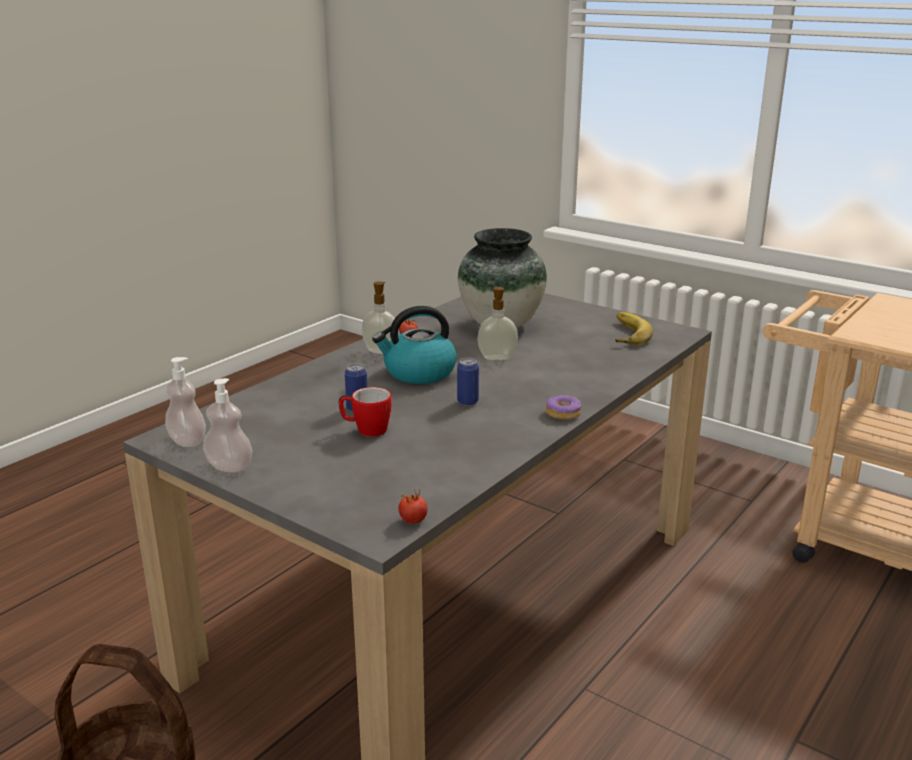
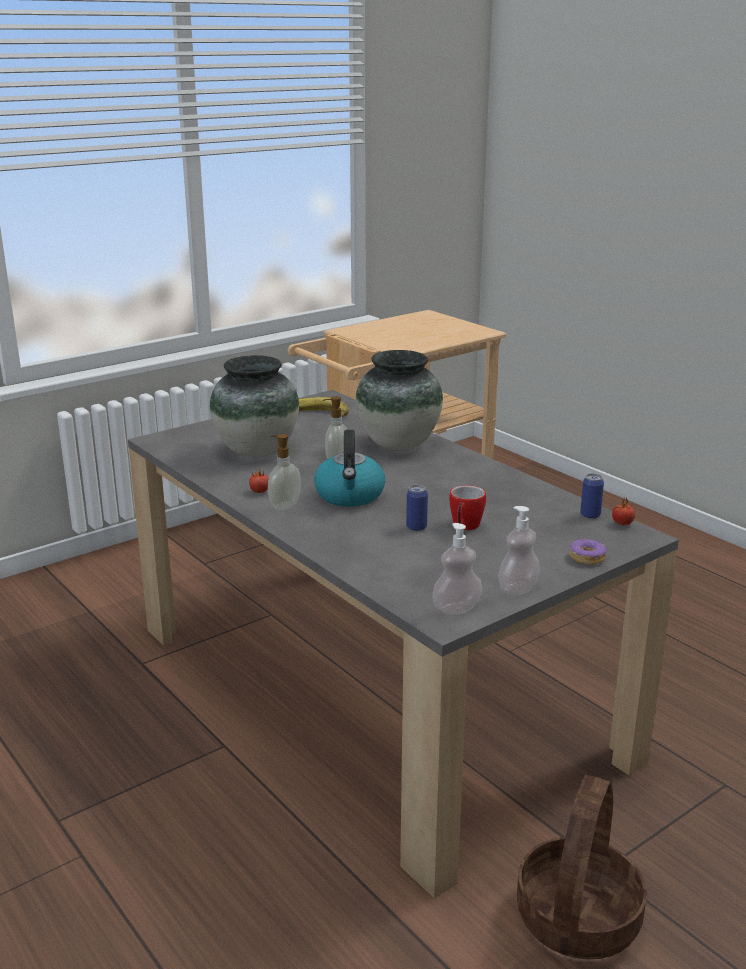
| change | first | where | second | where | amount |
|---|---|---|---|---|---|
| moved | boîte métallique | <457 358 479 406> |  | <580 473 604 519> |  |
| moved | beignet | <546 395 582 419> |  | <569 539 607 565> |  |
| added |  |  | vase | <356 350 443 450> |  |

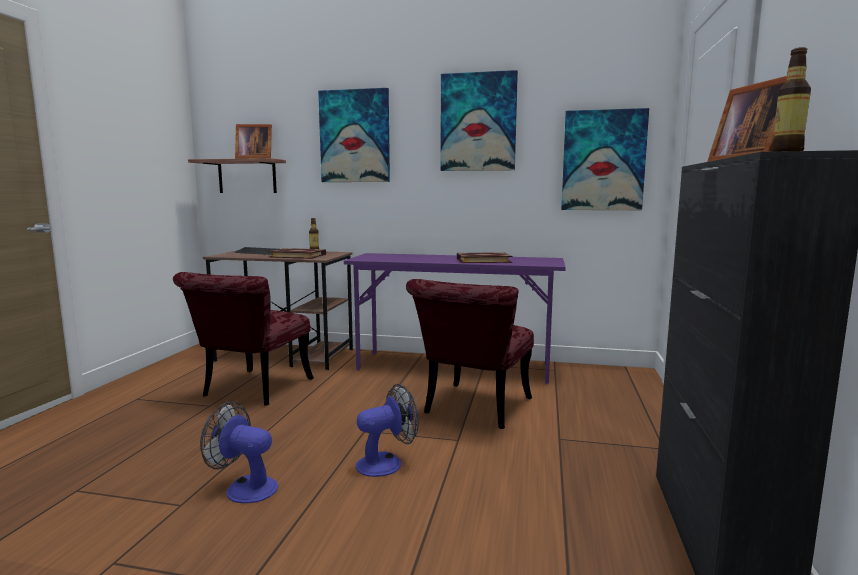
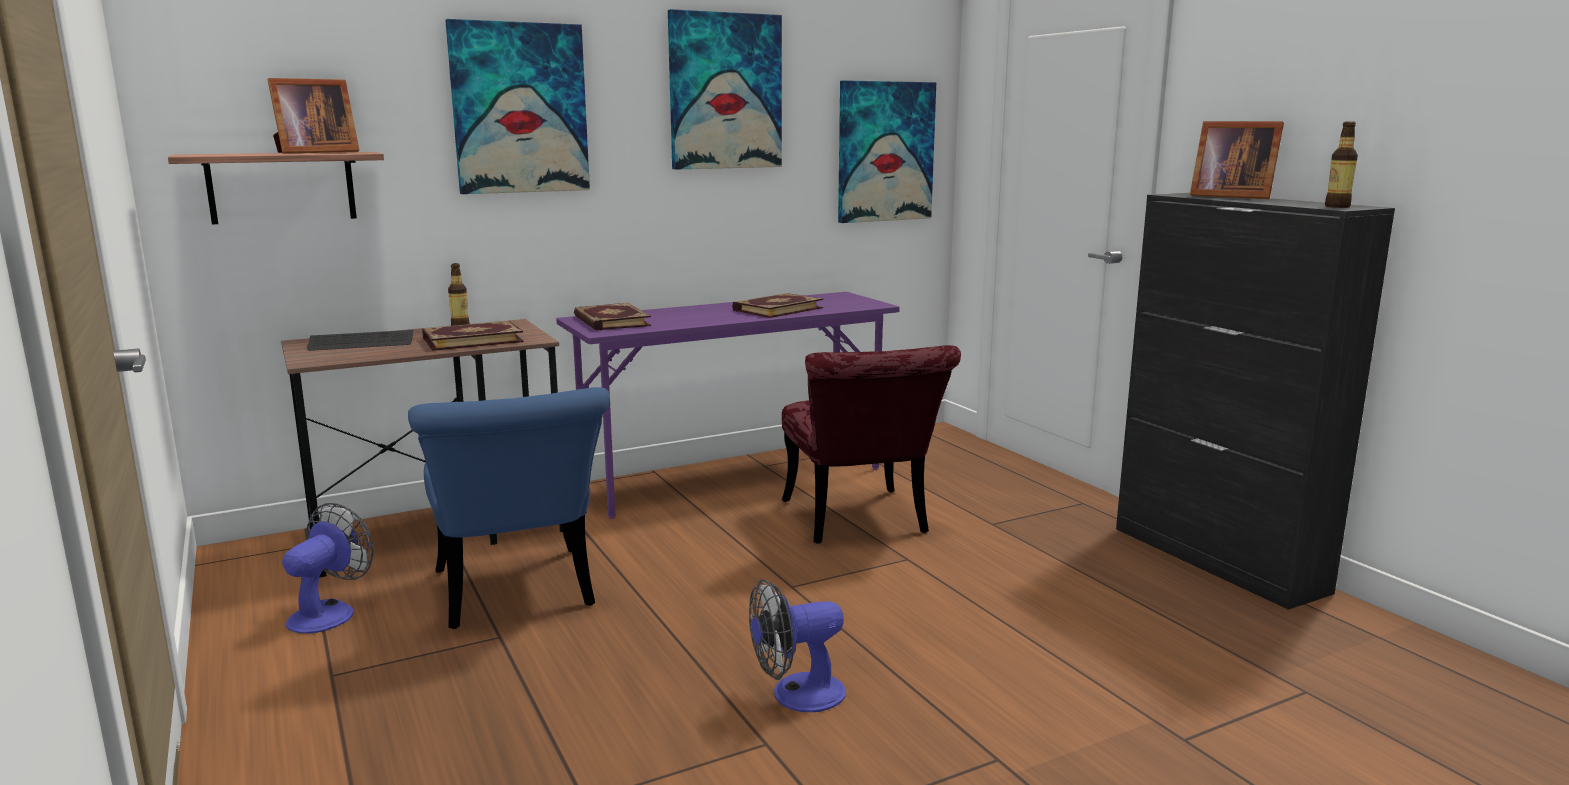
| change | first | where | second | where | amount |
|---|---|---|---|---|---|
| recoloured | chaise (rouge) | <173 272 314 406> | chaise (bleu) | <408 387 610 629> |  |
| moved | ventilateur | <356 384 419 477> |  | <282 503 373 634> |  |
| added |  |  | livre | <574 303 651 330> |  |

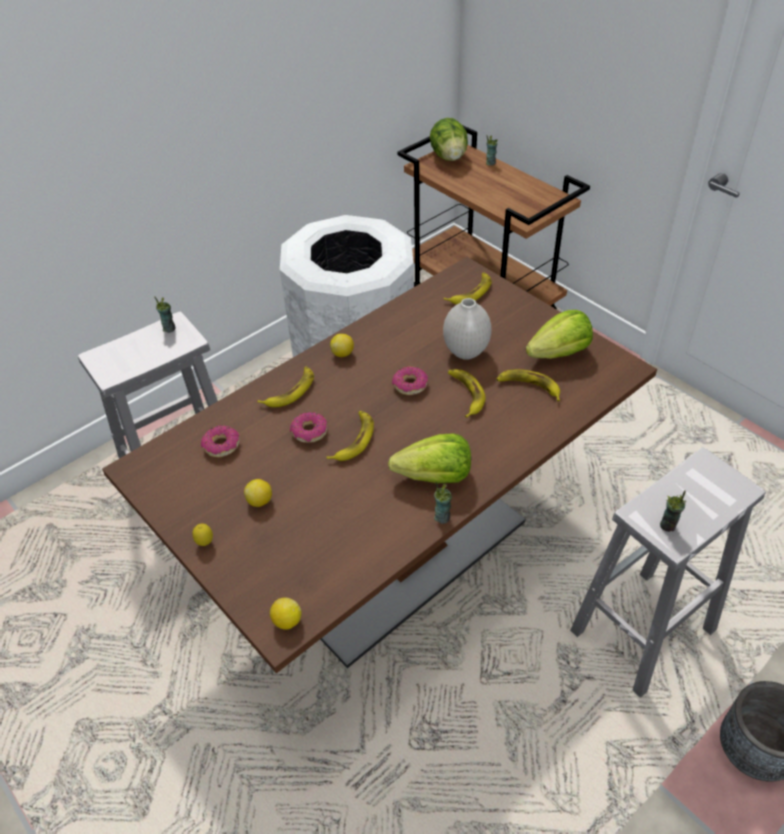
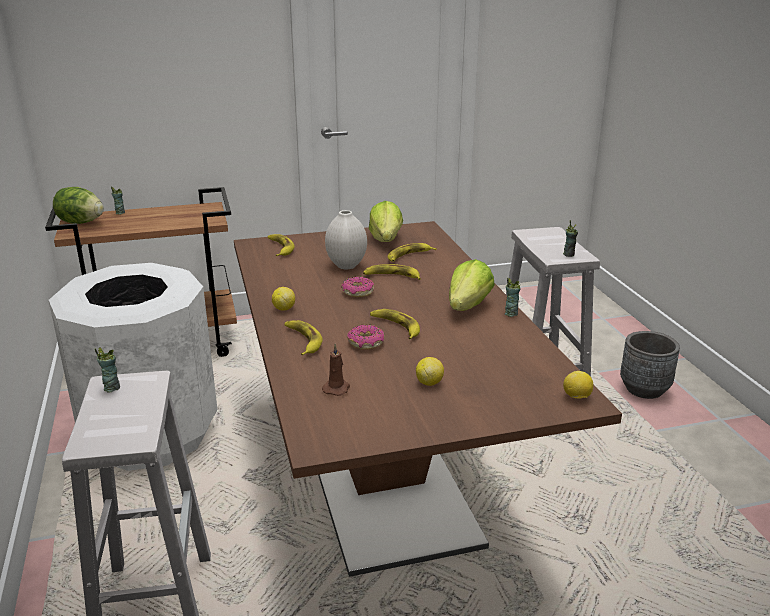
| change | first | where | second | where | amount |
|---|---|---|---|---|---|
| replaced | beignet | <201 426 240 457> | bougie (marron) | <322 344 350 396> |  |
| removed | citron | <192 524 213 546> |  |  |  |

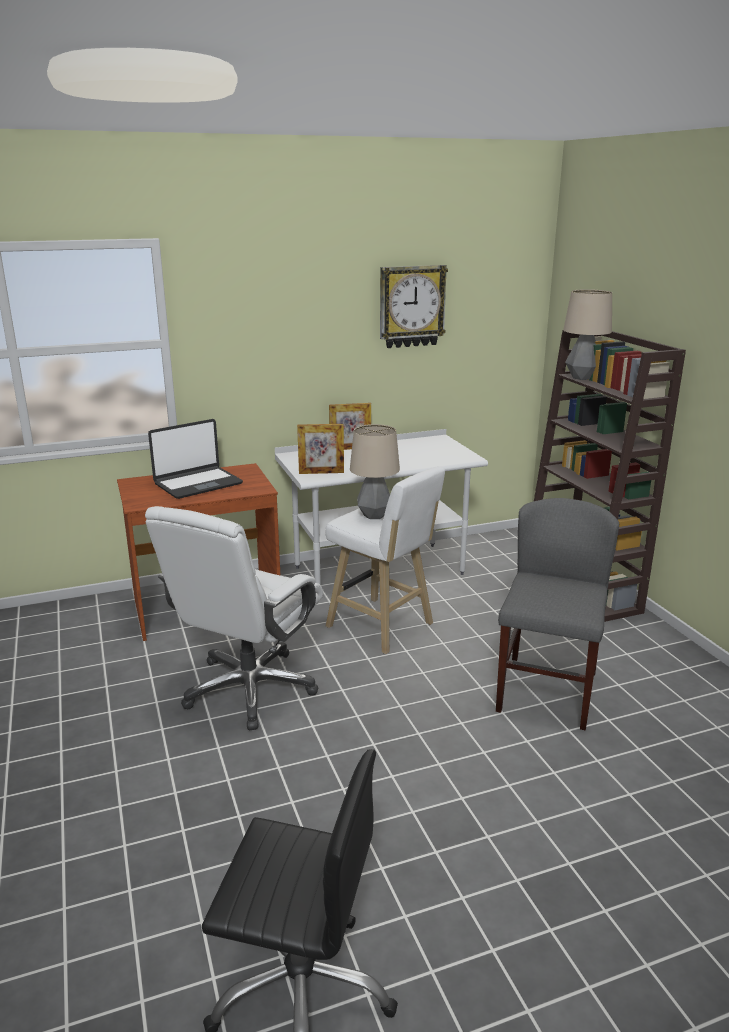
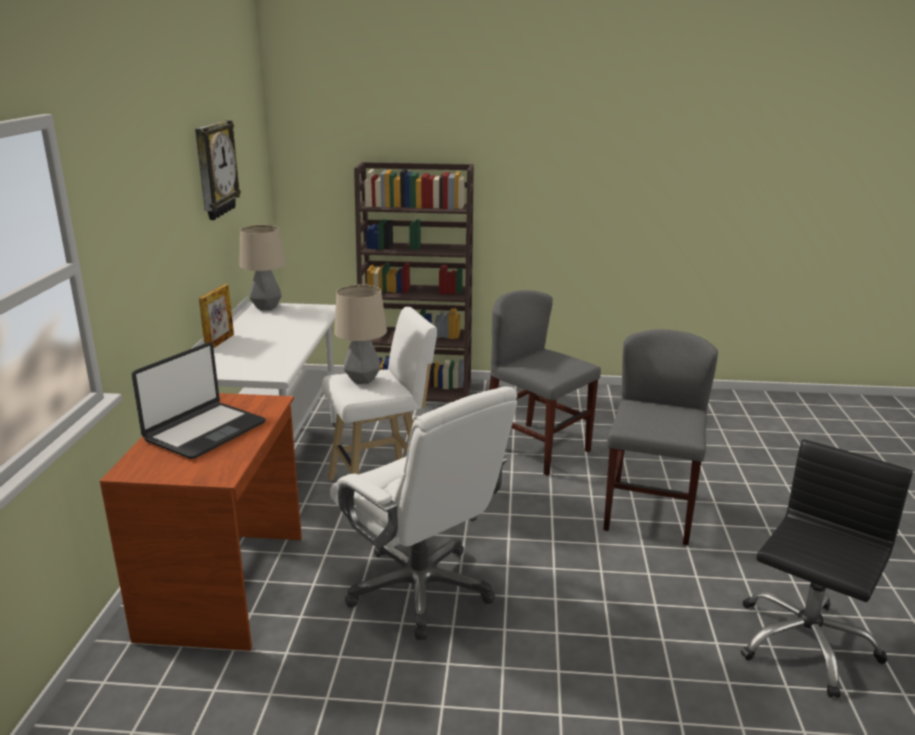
| change | first | where | second | where | amount |
|---|---|---|---|---|---|
| moved | lampe de table | <563 289 612 380> |  | <240 225 286 311> |  |
| turned | ordinateur portable | <148 419 243 499> |  | <132 342 266 459> | 45 degrees clockwise |
| removed | cadre photo | <297 424 344 474> |  |  |  |
| added |  |  | chaise (gris) | <603 329 718 546> |  |

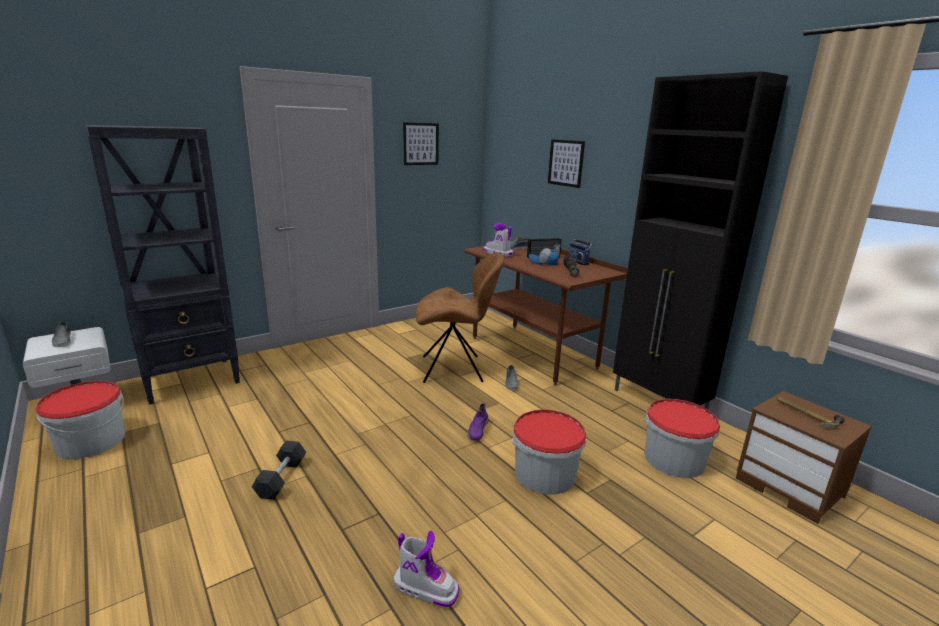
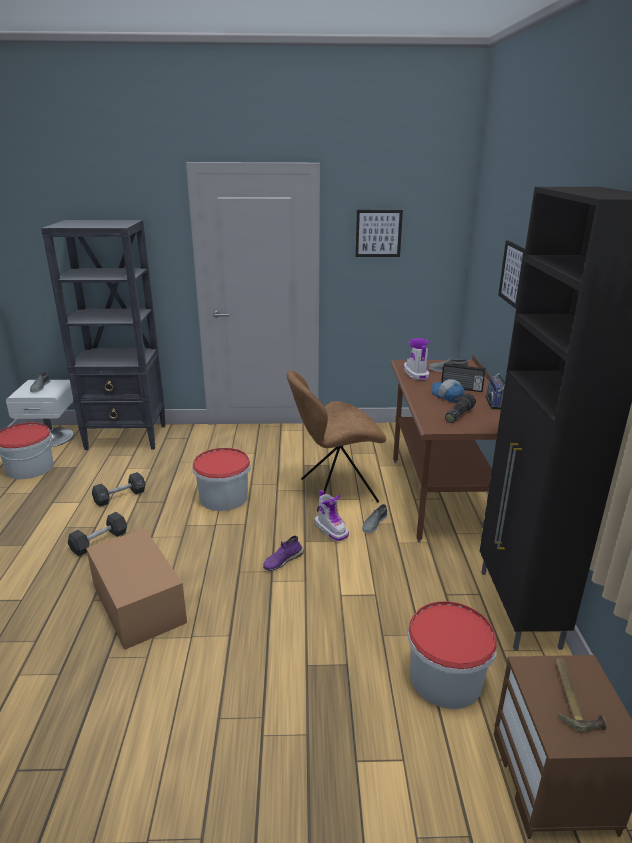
| change | first | where | second | where | amount |
|---|---|---|---|---|---|
| turned | chaise (marron) | <416 252 504 383> |  | <286 370 386 512> | 135 degrees clockwise |
| moved | seau | <512 409 586 495> |  | <193 448 251 511> |  |
| moved | botte | <394 531 460 608> |  | <315 490 349 541> |  |
| added |  |  | haltère (noir) | <92 472 145 507> |  |
| added |  |  | carton | <86 529 187 650> |  |

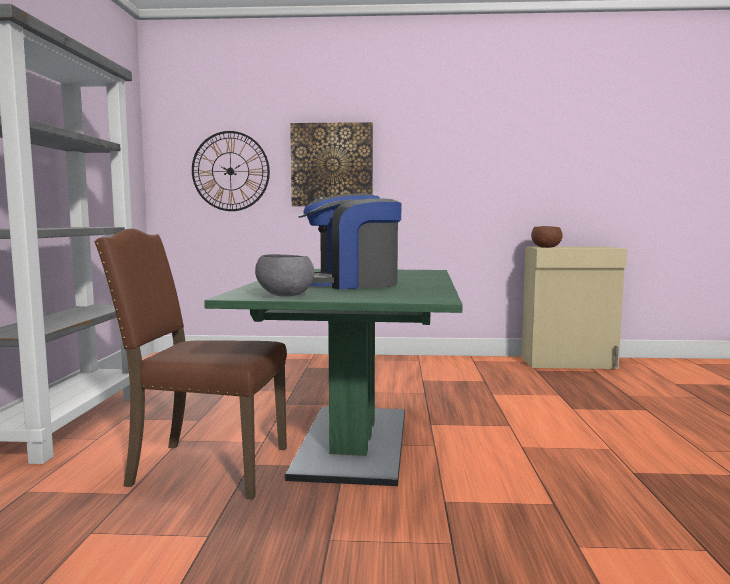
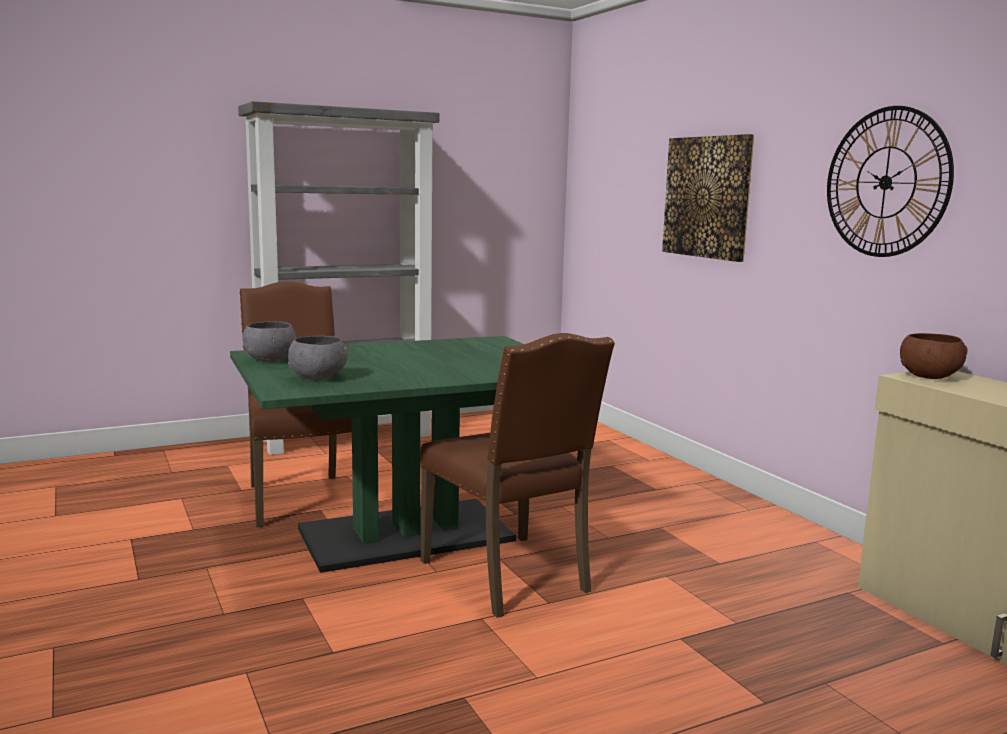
| change | first | where | second | where | amount |
|---|---|---|---|---|---|
| moved | horloge murale | <192 131 270 211> |  | <827 106 954 257> |  |
| removed | machine à café | <298 194 401 289> |  |  |  |
| added |  |  | chaise (marron) | <420 333 615 618> |  |
| added |  |  | bol (gris) | <288 336 348 380> |  |

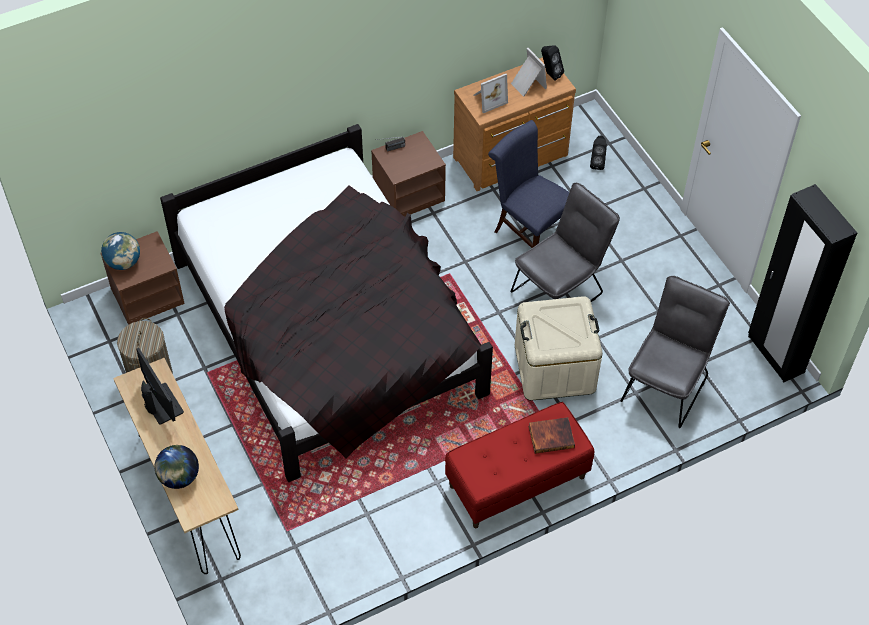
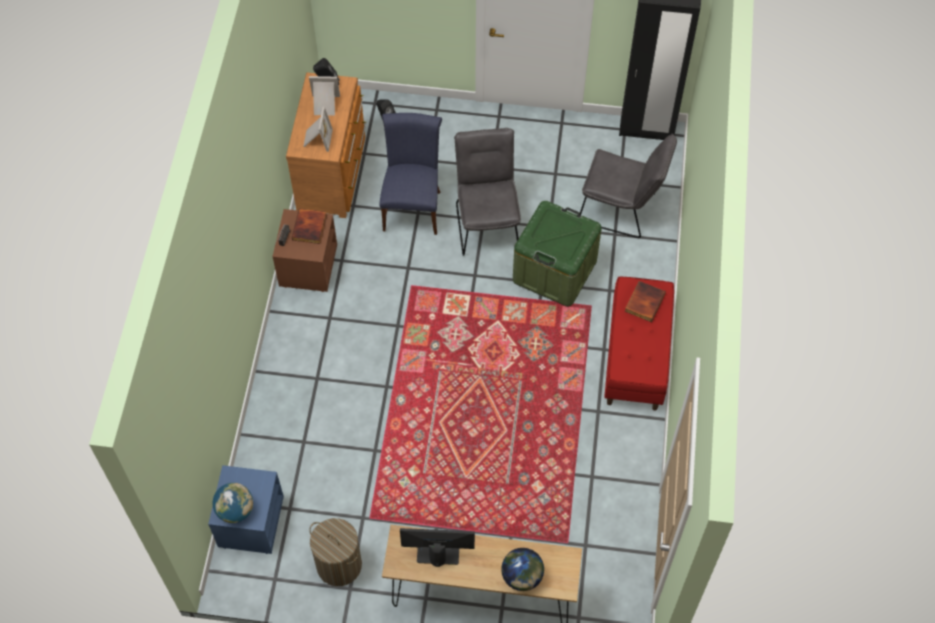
| change | first | where | second | where | amount |
|---|---|---|---|---|---|
| turned | chaise (bleu) | <488 120 570 248> |  | <379 113 442 235> | 105 degrees clockwise |
| removed | lit (noir) | <160 124 493 482> |  |  |  |
| recoloured | table de chevet (marron) | <100 231 185 325> | table de chevet (bleu) | <208 465 284 554> |  |
| turned | chaise (gris) | <621 276 730 428> |  | <580 134 677 238> | 135 degrees clockwise |
| recoloured | boîte de rangement (beige) | <515 296 603 401> | boîte de rangement (vert) | <513 201 602 306> |  |
| added |  |  | livre | <292 209 327 244> |  |

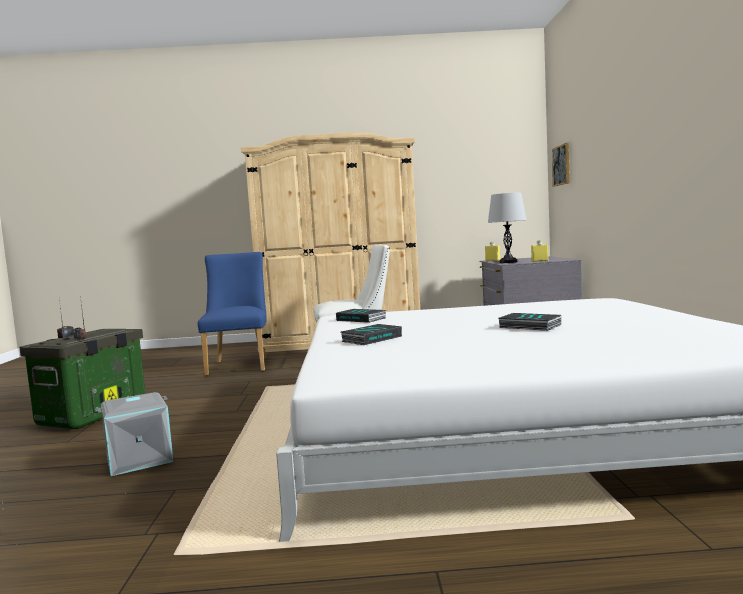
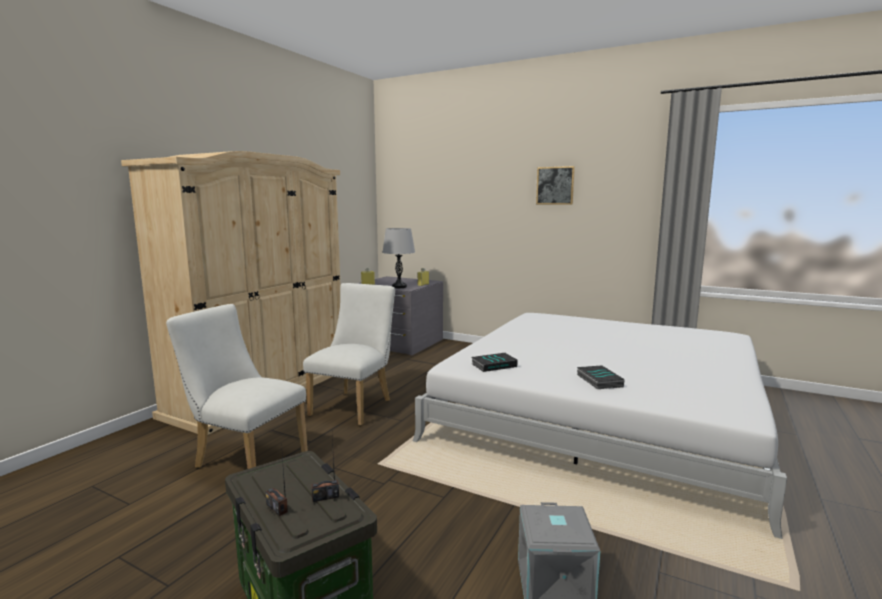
| change | first | where | second | where | amount |
|---|---|---|---|---|---|
| moved | tableau | <552 143 570 187> |  | <536 166 575 205> |  |
| recoloured | chaise (bleu) | <198 252 267 376> | chaise (blanc) | <166 304 308 469> |  |
| removed | livre | <498 313 561 331> |  |  |  |

